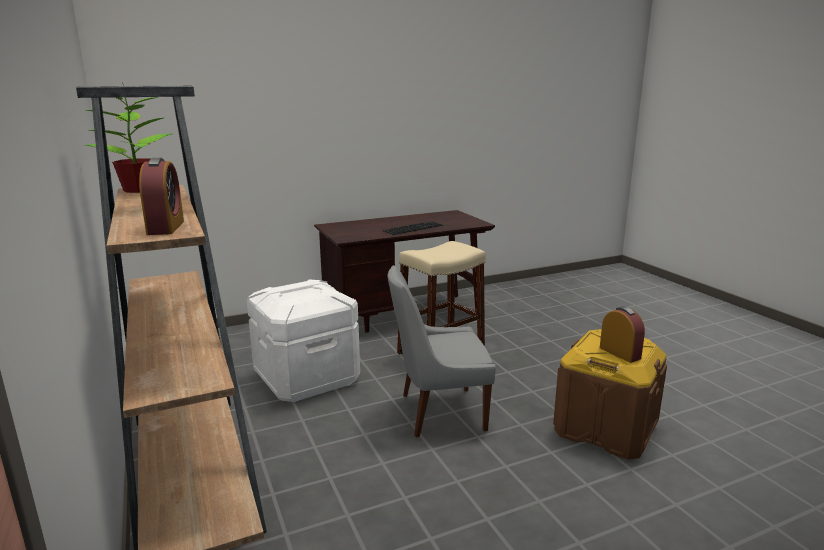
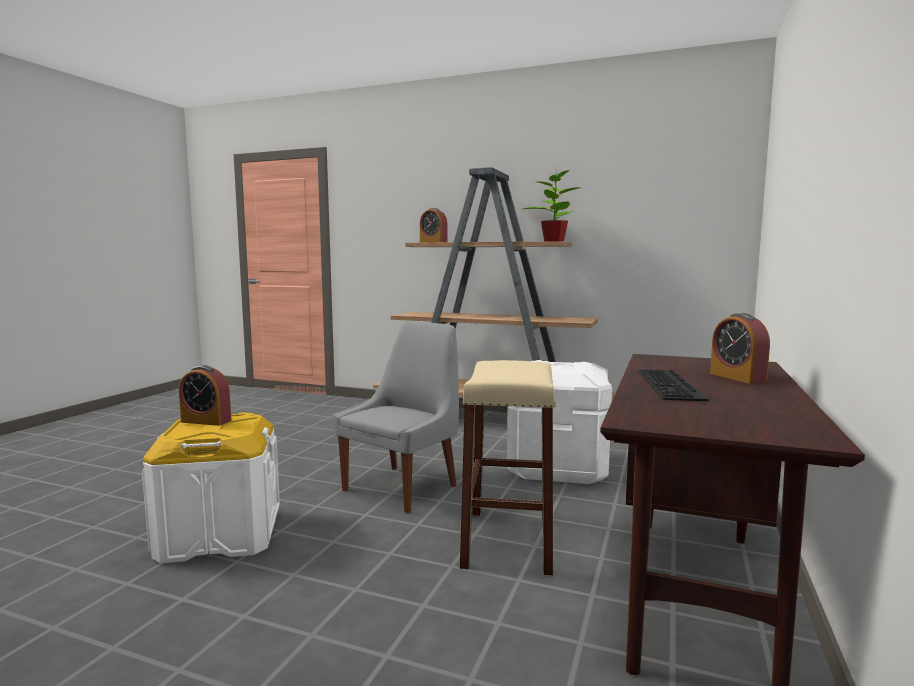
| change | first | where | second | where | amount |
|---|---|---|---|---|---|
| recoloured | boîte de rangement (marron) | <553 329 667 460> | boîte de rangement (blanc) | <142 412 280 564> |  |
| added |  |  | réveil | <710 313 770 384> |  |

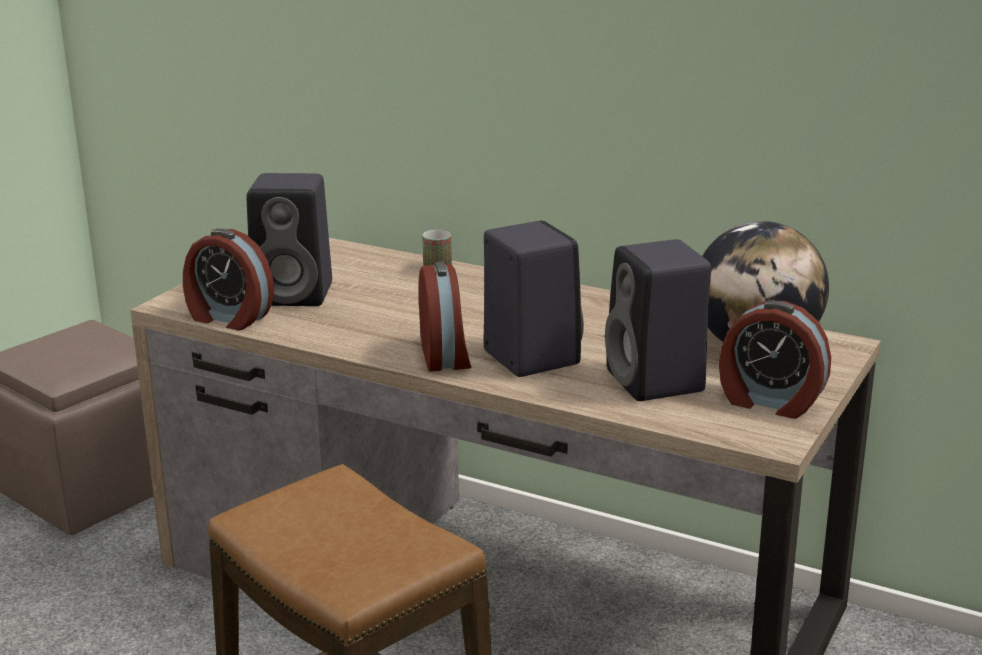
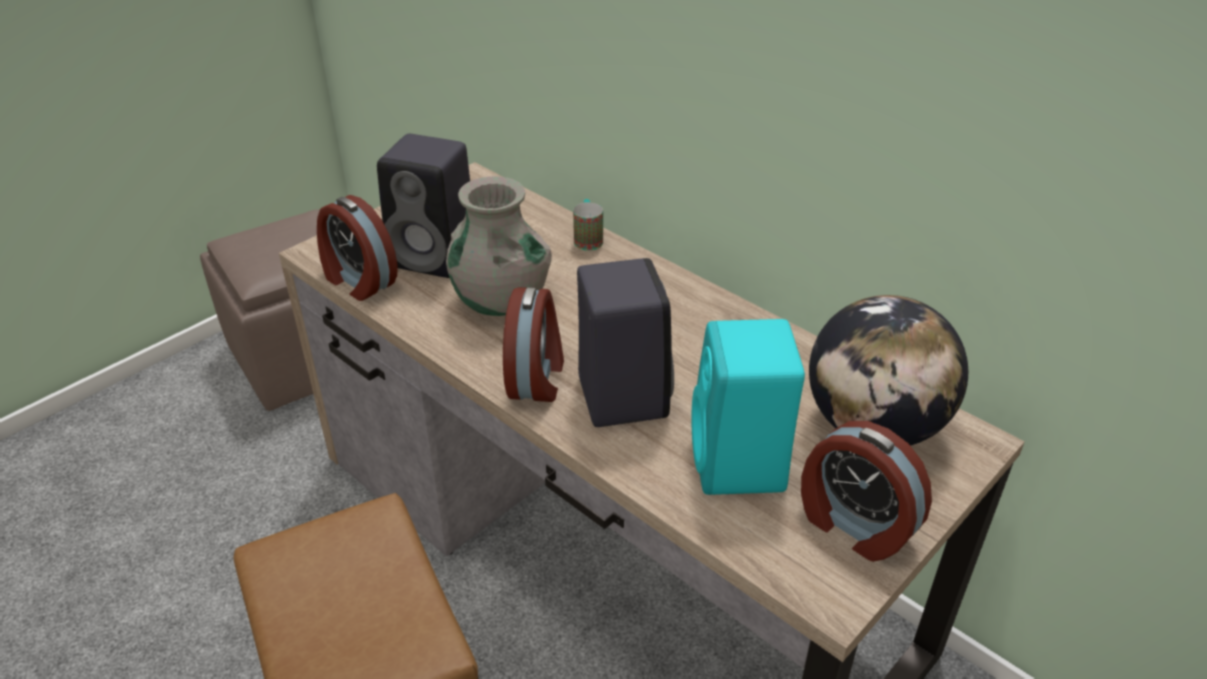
| change | first | where | second | where | amount |
|---|---|---|---|---|---|
| recoloured | enceinte (noir) | <605 239 711 401> | enceinte (turquoise) | <692 319 805 495> |  |
| added |  |  | vase (gris) | <446 176 552 316> |  |

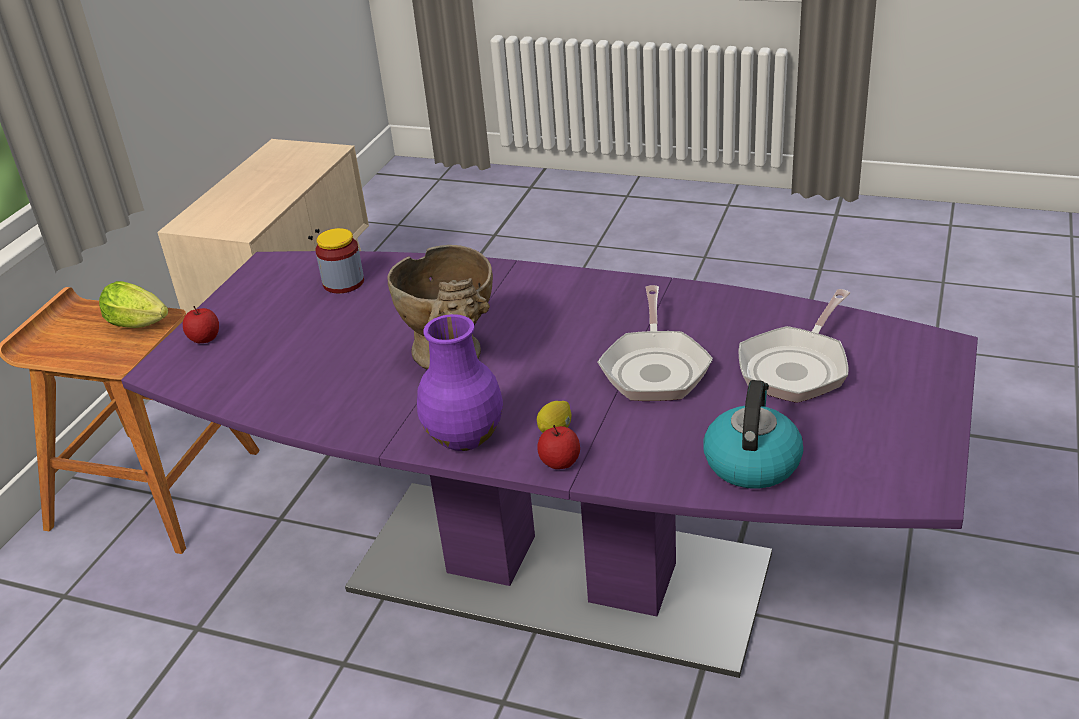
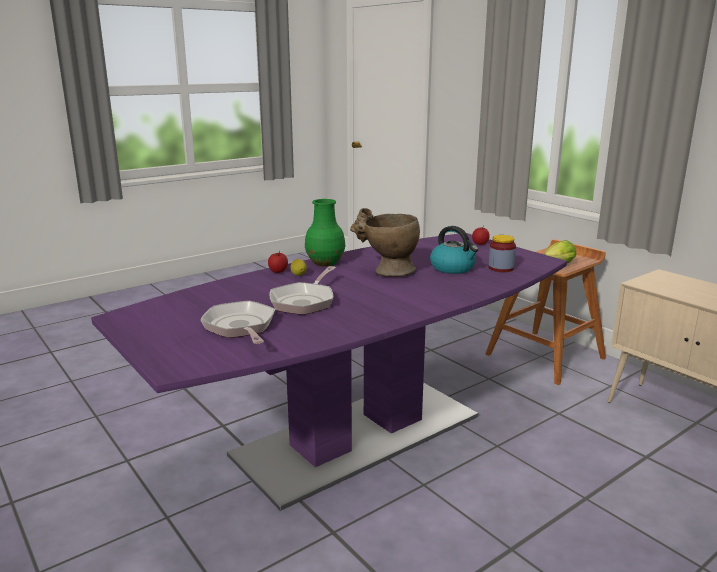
| change | first | where | second | where | amount |
|---|---|---|---|---|---|
| turned | poêle | <597 285 713 401> |  | <270 266 336 315> | 105 degrees counterclockwise |
| recoloured | vase (violet) | <417 314 503 451> | vase (vert) | <305 199 345 267> |  |
| moved | bouilloire | <703 380 803 489> |  | <430 226 479 274> |  |

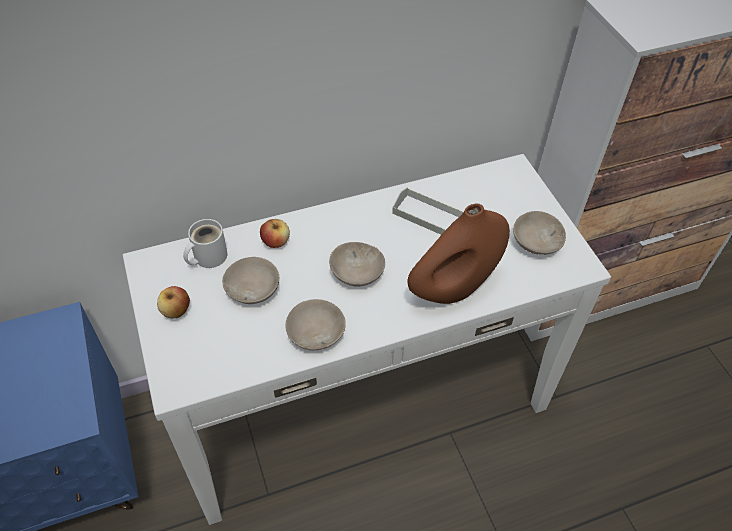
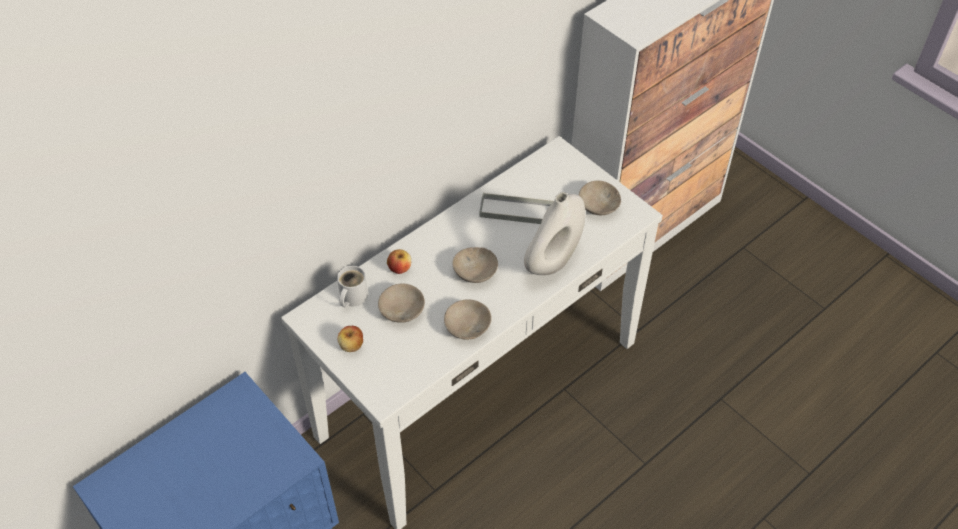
| change | first | where | second | where | amount |
|---|---|---|---|---|---|
| recoloured | vase (marron) | <408 203 510 304> | vase (blanc) | <524 192 585 275> |  |

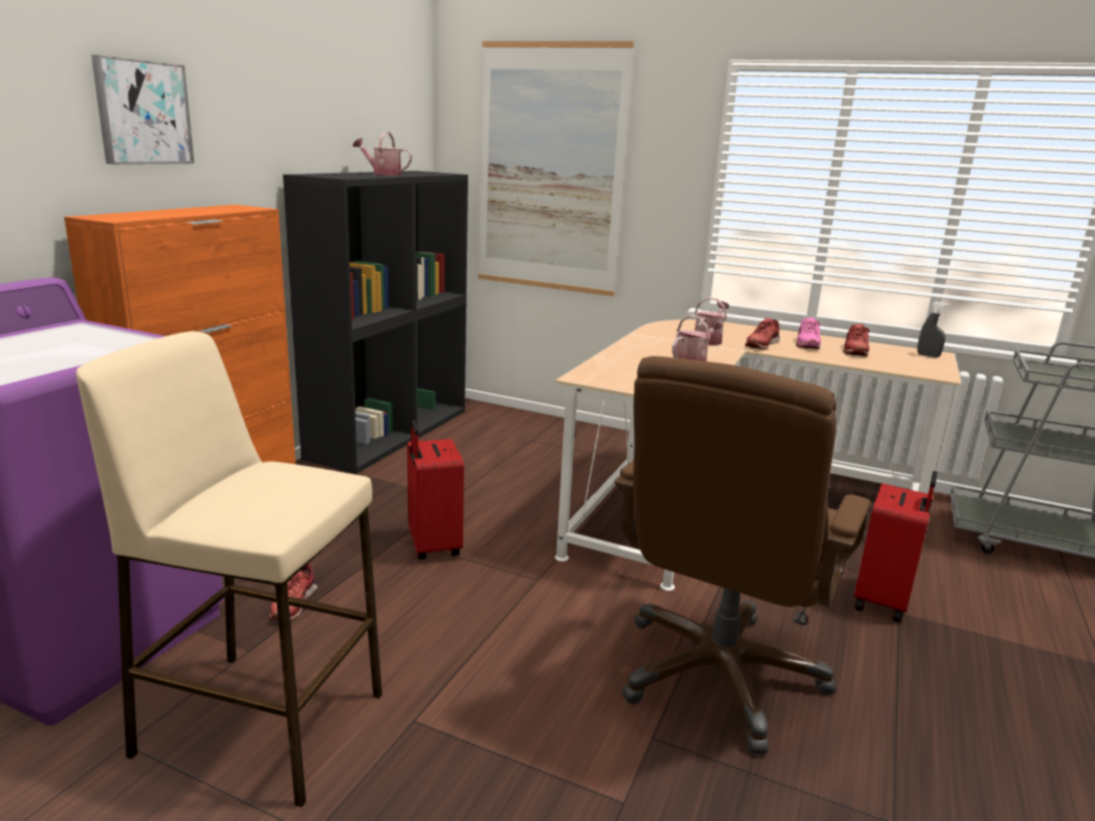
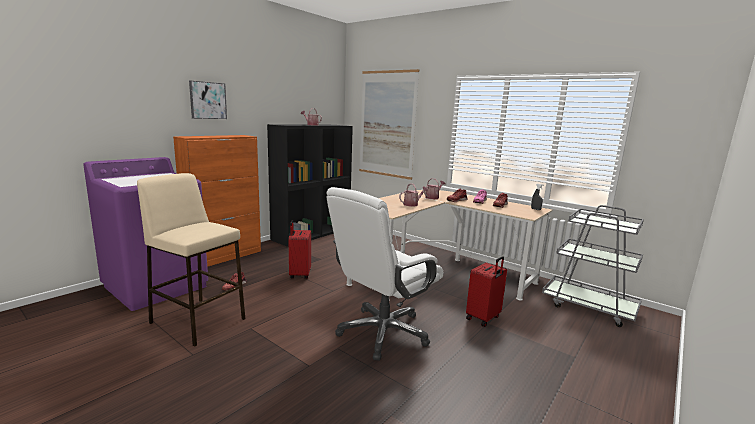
| change | first | where | second | where | amount |
|---|---|---|---|---|---|
| recoloured | chaise de bureau (marron) | <614 356 871 754> | chaise de bureau (blanc) | <326 187 443 361> |  |

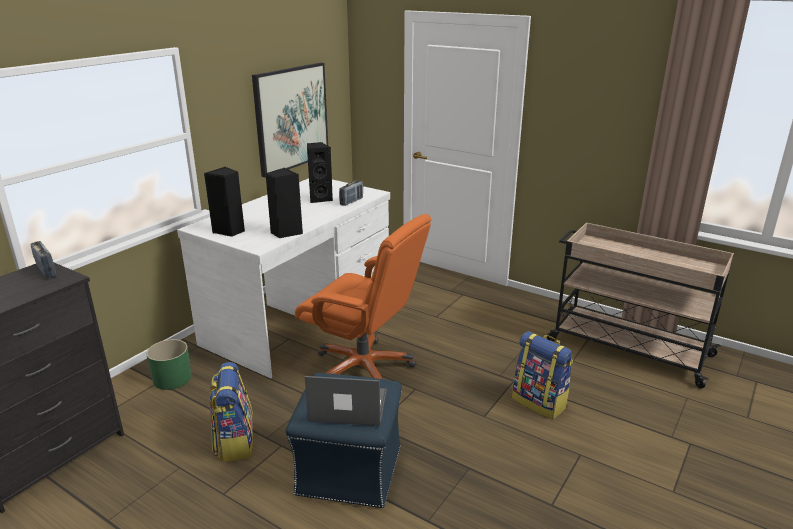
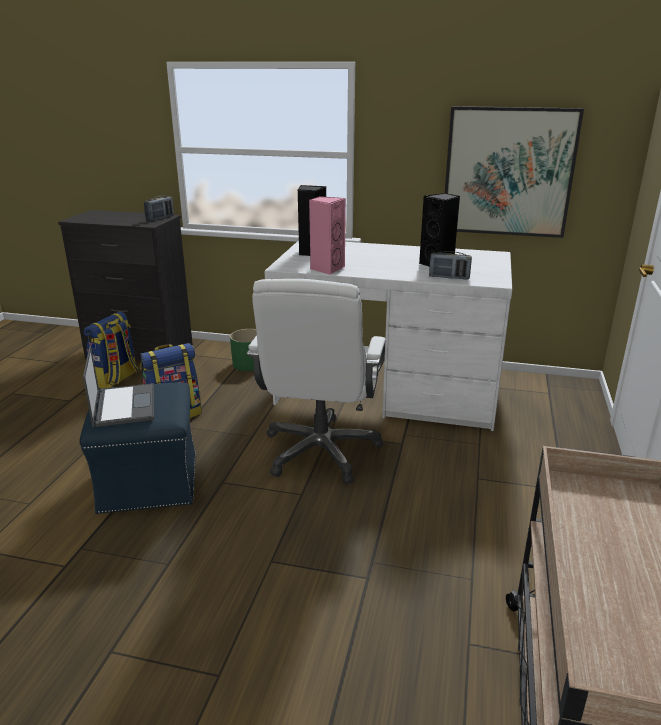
| change | first | where | second | where | amount |
|---|---|---|---|---|---|
| recoloured | enceinte (noir) | <265 168 303 238> | enceinte (rose) | <309 196 346 275> |  |
| recoloured | chaise de bureau (orange) | <295 214 431 379> | chaise de bureau (blanc) | <247 279 386 484> |  |
| moved | sac à dos | <512 331 573 419> |  | <84 312 138 389> |  |

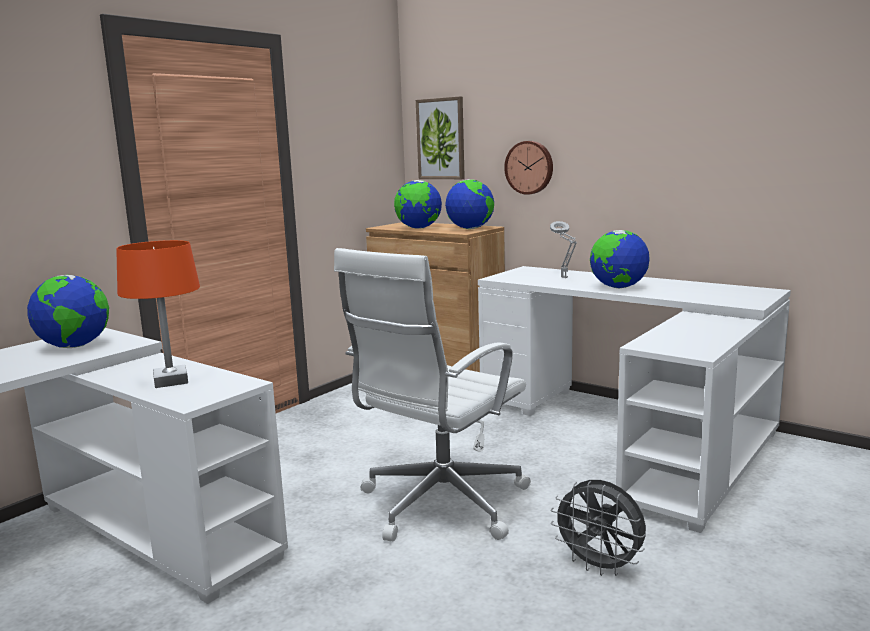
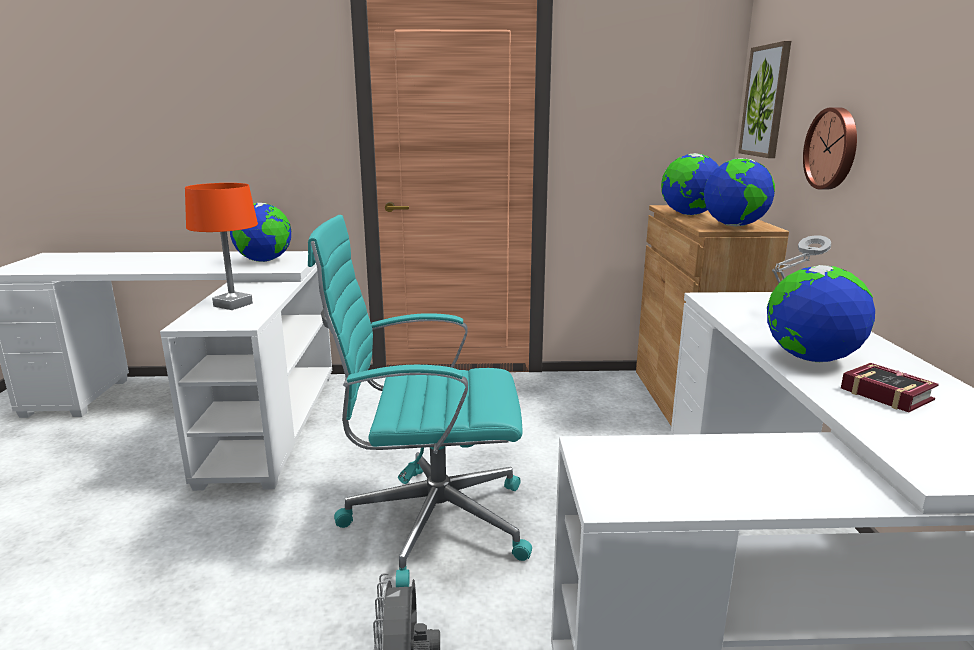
| change | first | where | second | where | amount |
|---|---|---|---|---|---|
| recoloured | chaise de bureau (blanc) | <334 248 531 541> | chaise de bureau (turquoise) | <308 215 532 587> |  |
| added |  |  | livre | <841 363 939 413> |  |

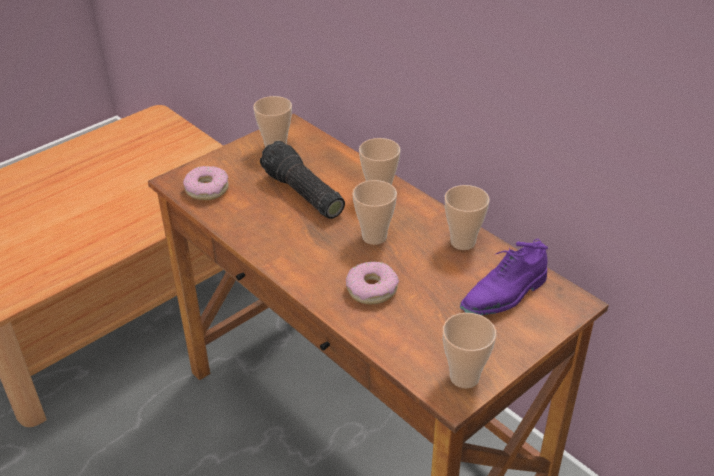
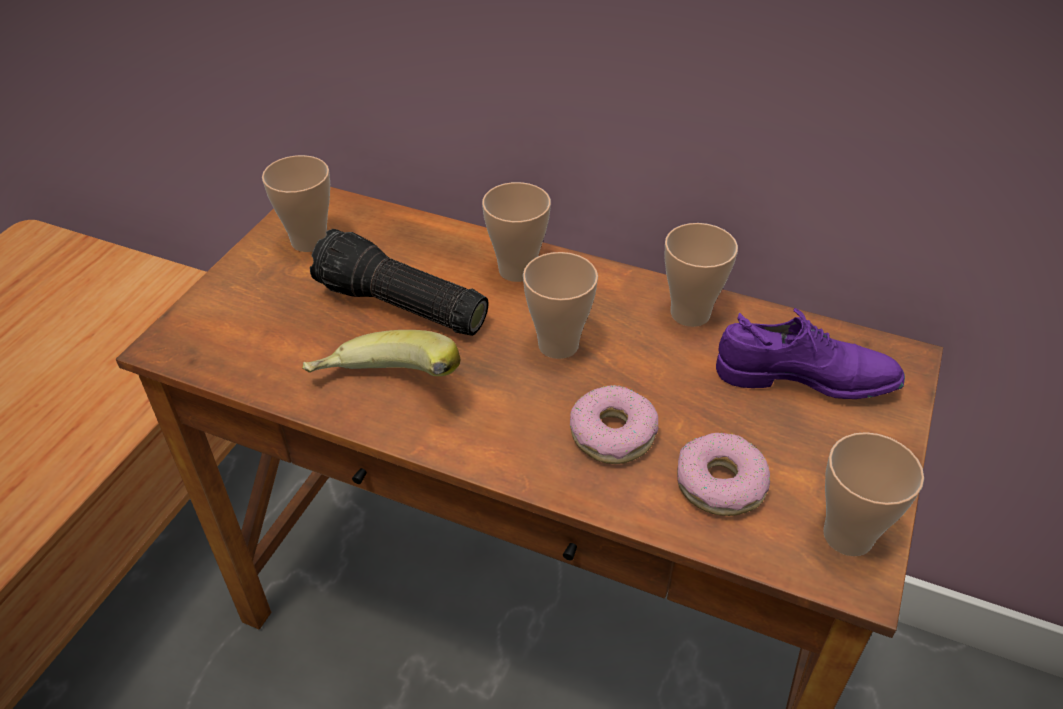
| change | first | where | second | where | amount |
|---|---|---|---|---|---|
| moved | beignet | <183 166 229 200> |  | <677 433 770 516> |  |
| turned | chaussure (violet) | <460 239 548 315> |  | <716 308 905 399> | 105 degrees counterclockwise |
| added |  |  | banane | <302 330 460 376> |  |

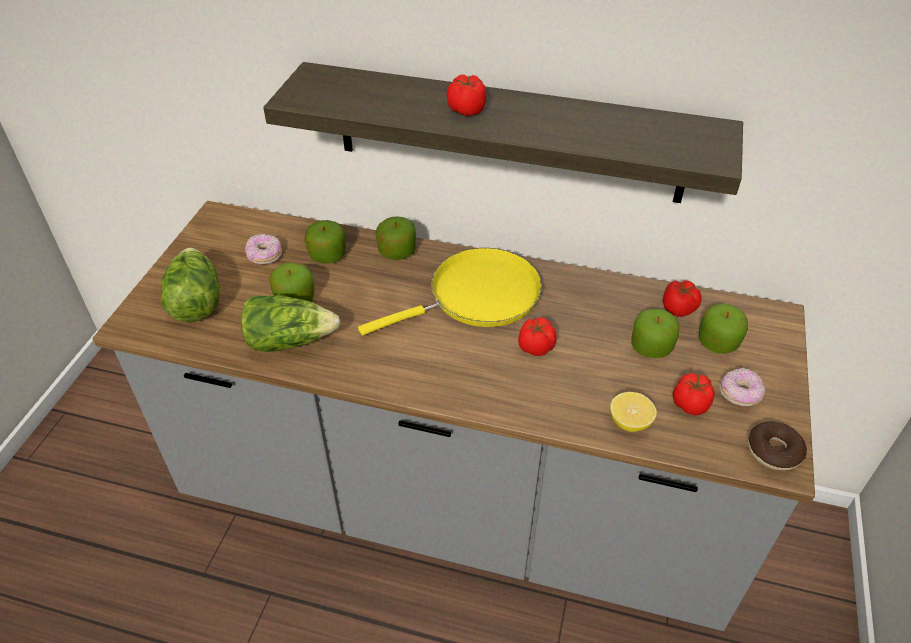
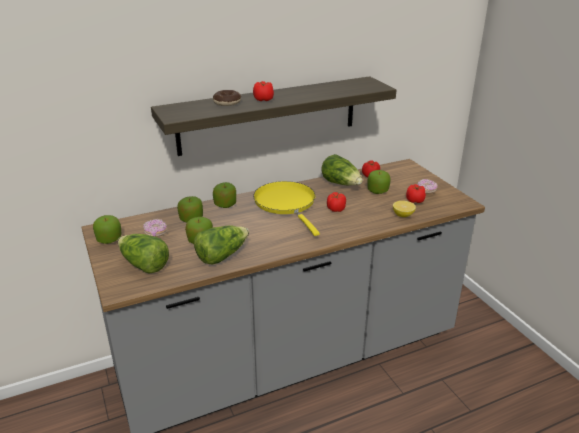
| change | first | where | second | where | amount |
|---|---|---|---|---|---|
| turned | poêle (jaune) | <358 248 542 335> |  | <253 181 320 236> | 45 degrees counterclockwise |
| moved | pomme | <699 303 748 354> |  | <93 215 121 244> |  |
| moved | beignet | <748 421 807 471> |  | <213 90 241 106> |  |
| added |  |  | laitue | <321 154 363 185> |  |

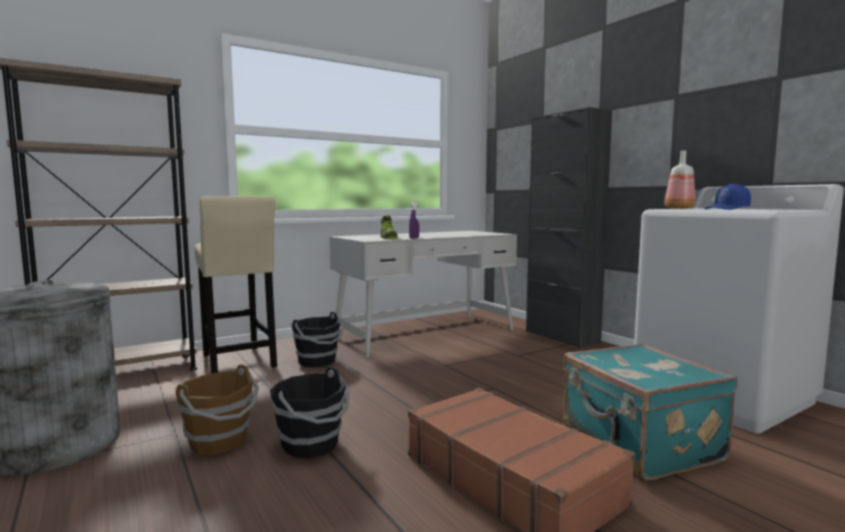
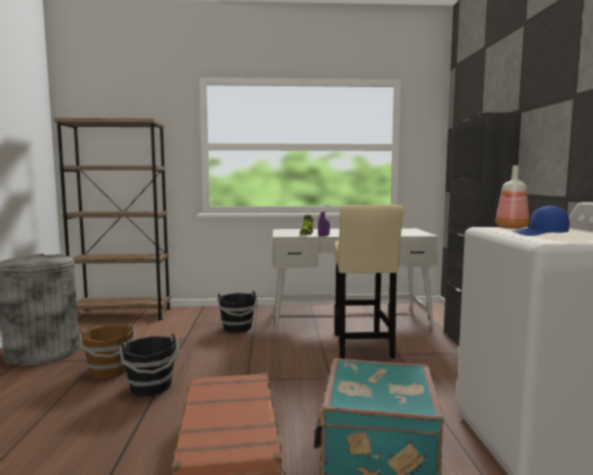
| change | first | where | second | where | amount |
|---|---|---|---|---|---|
| moved | tabouret (beige) | <195 196 277 374> |  | <334 205 404 359> |  |

